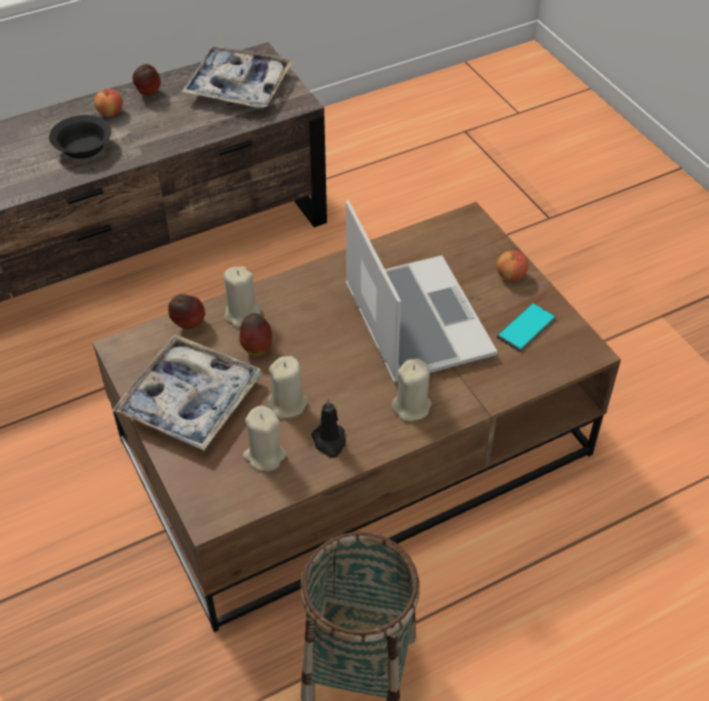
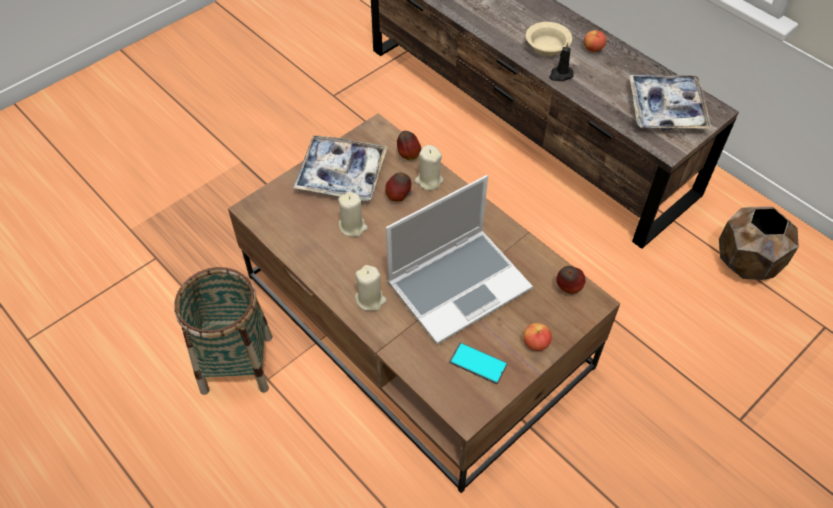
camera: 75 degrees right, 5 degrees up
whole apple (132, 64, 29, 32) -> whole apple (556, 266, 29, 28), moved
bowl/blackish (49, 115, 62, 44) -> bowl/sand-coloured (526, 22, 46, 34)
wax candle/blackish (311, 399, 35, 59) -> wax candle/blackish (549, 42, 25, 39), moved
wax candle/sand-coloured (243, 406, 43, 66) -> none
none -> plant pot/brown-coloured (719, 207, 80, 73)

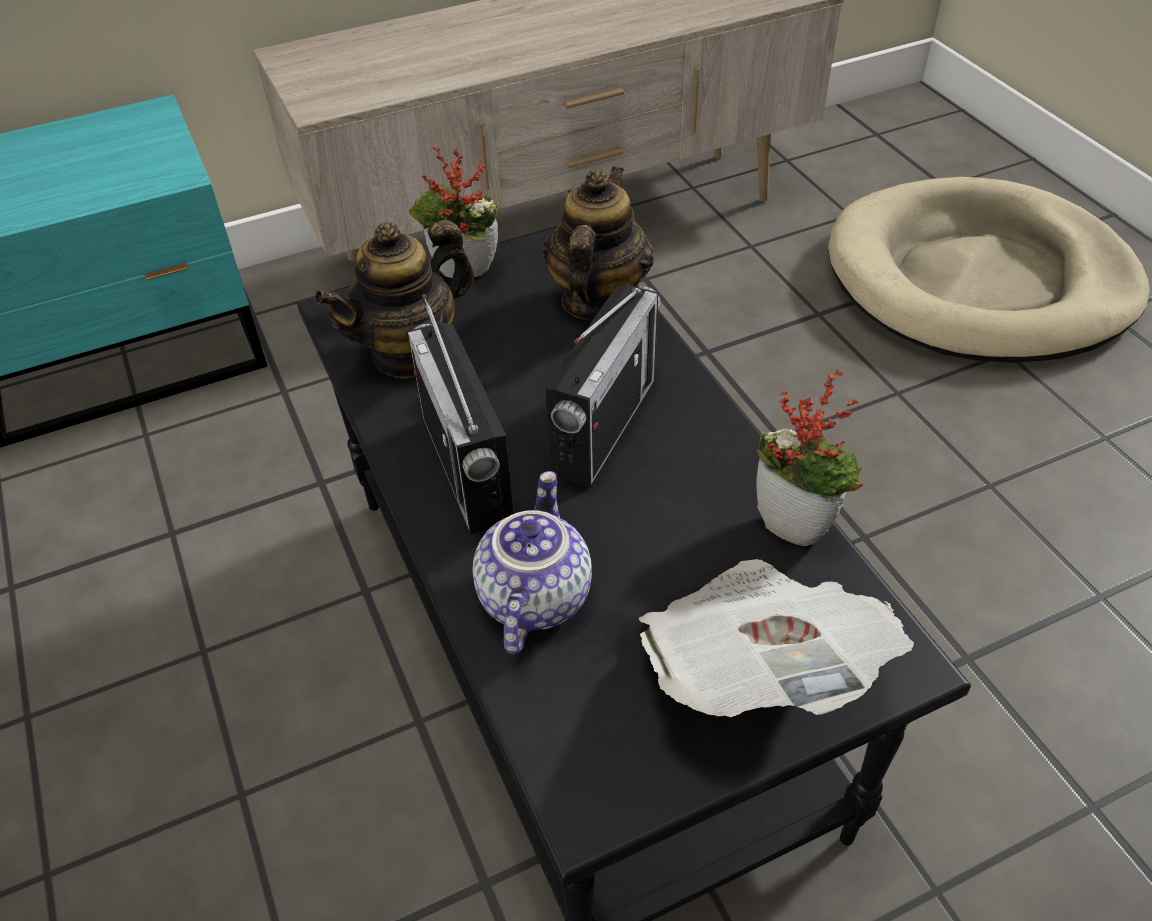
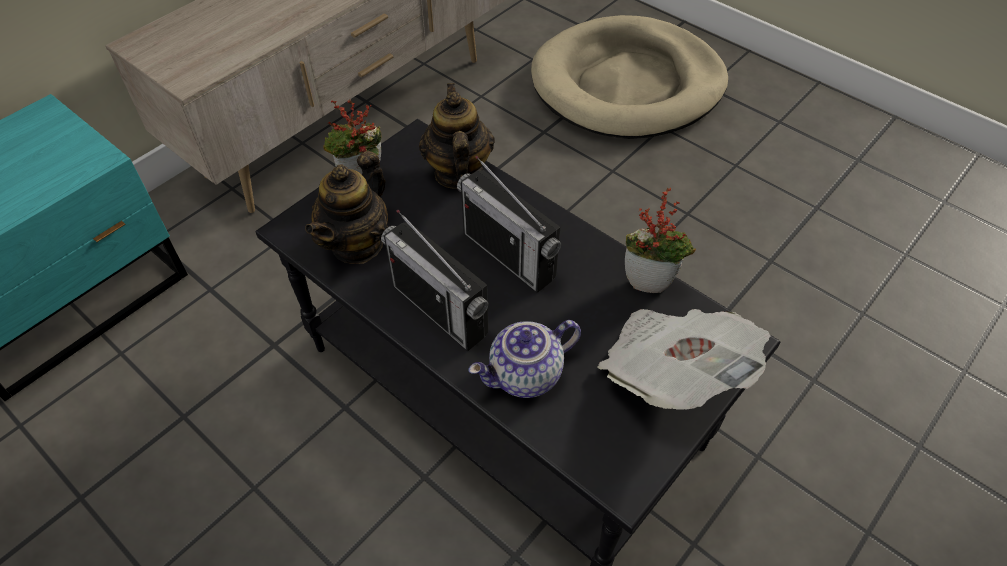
camera: 25 degrees left, 5 degrees up
radio set (545, 285, 116, 203) -> radio set (457, 155, 104, 138), 135 degrees clockwise
pot for tea (473, 471, 119, 183) -> pot for tea (468, 320, 113, 78), 105 degrees counterclockwise

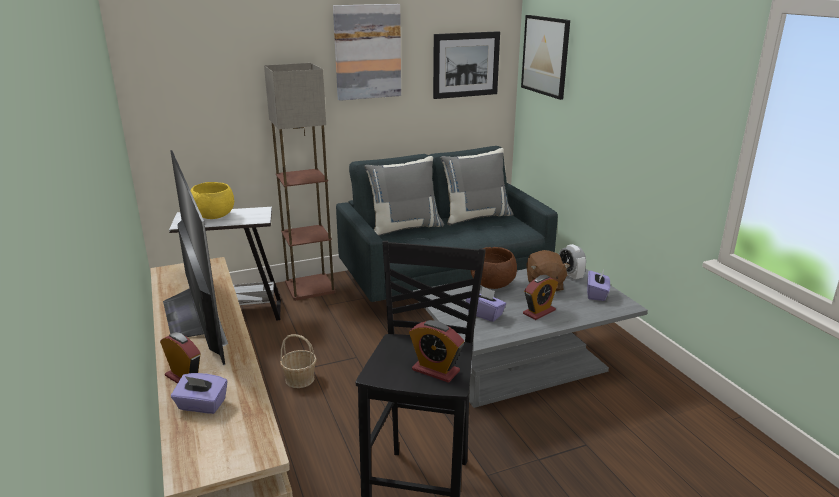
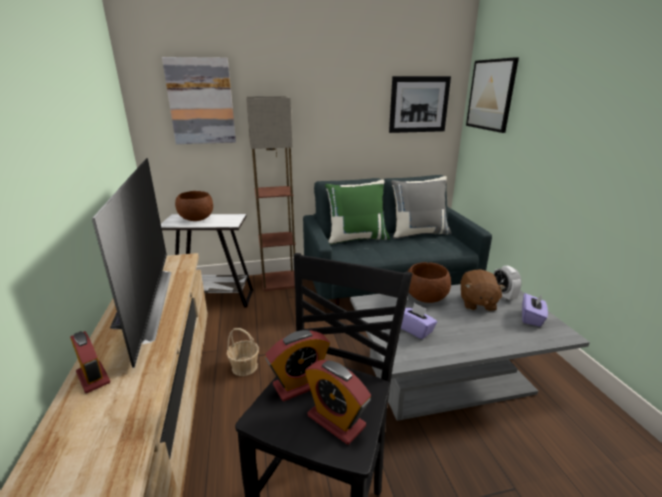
camera: 10 degrees right, 0 degrees up
wall picture (333, 4, 68, 97) -> wall picture (162, 57, 74, 87), moved
pillow/greyish (364, 156, 80, 80) -> pillow/green (325, 180, 65, 65)
bowl/yellowish (190, 182, 44, 37) -> bowl/brown-coloured (175, 191, 38, 30)
alarm clock (523, 275, 35, 45) -> alarm clock (265, 330, 65, 72), moved
box of tissues/purple-coloured (171, 373, 56, 41) -> none

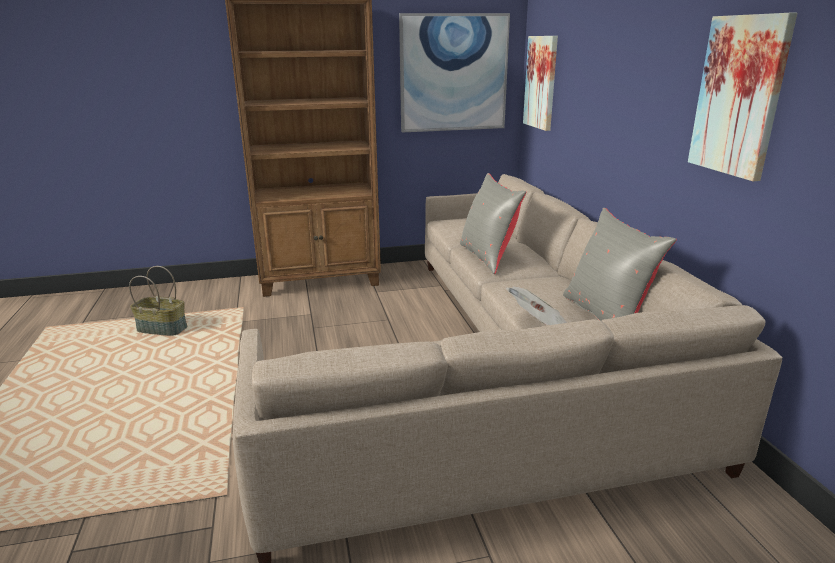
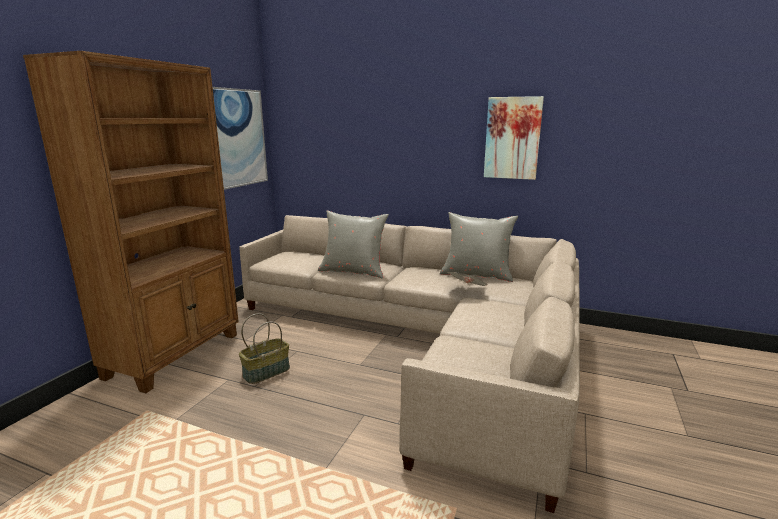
camera: 55 degrees left, 5 degrees down
wall picture (523, 36, 35, 95) -> none
household basket (129, 266, 59, 70) -> household basket (239, 313, 51, 71), moved

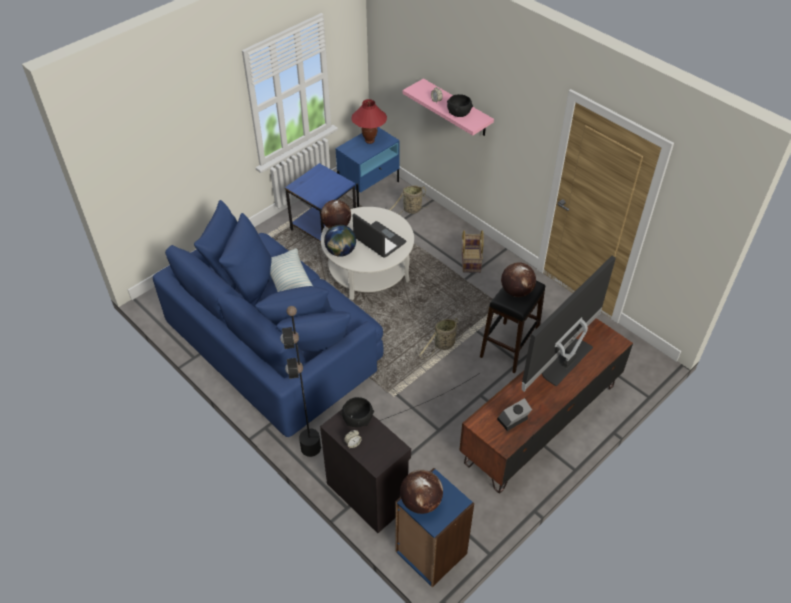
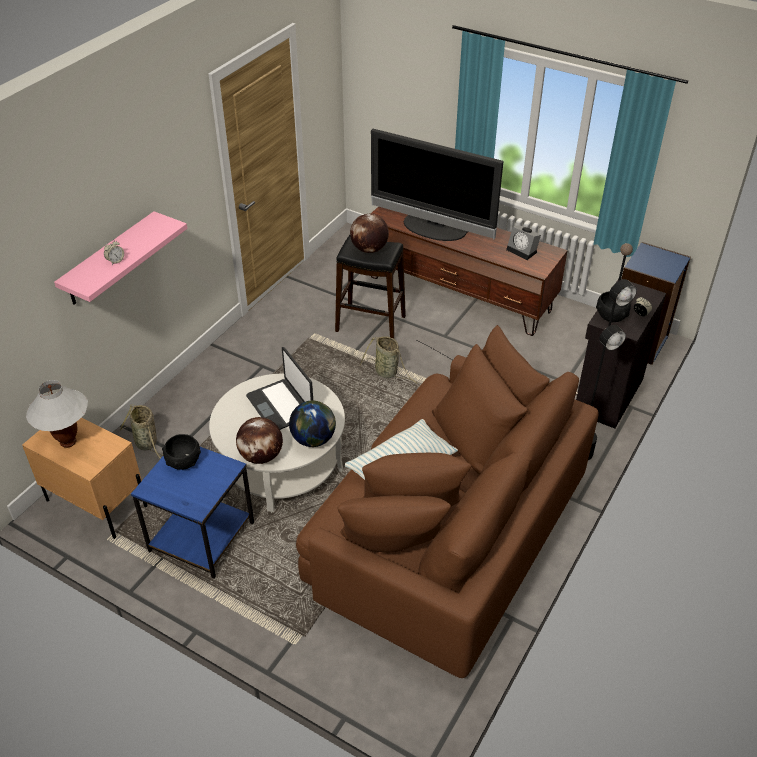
camera: 105 degrees left, 5 degrees down
bowl/blackish (447, 94, 26, 23) -> bowl/blackish (162, 434, 39, 36), moved
table lamp/reddish (351, 99, 36, 45) -> table lamp/white-coloured (26, 380, 62, 68)
night table/blue-coloured (336, 127, 64, 80) -> night table/sand-coloured (22, 417, 126, 122)
settee/blue-coloured (153, 200, 230, 237) -> settee/brown-coloured (296, 325, 303, 353)
notebook computer (353, 213, 53, 45) -> notebook computer (246, 347, 67, 83), 60 degrees counterclockwise
household basket (462, 230, 22, 43) -> none
world globe (400, 470, 43, 44) -> none

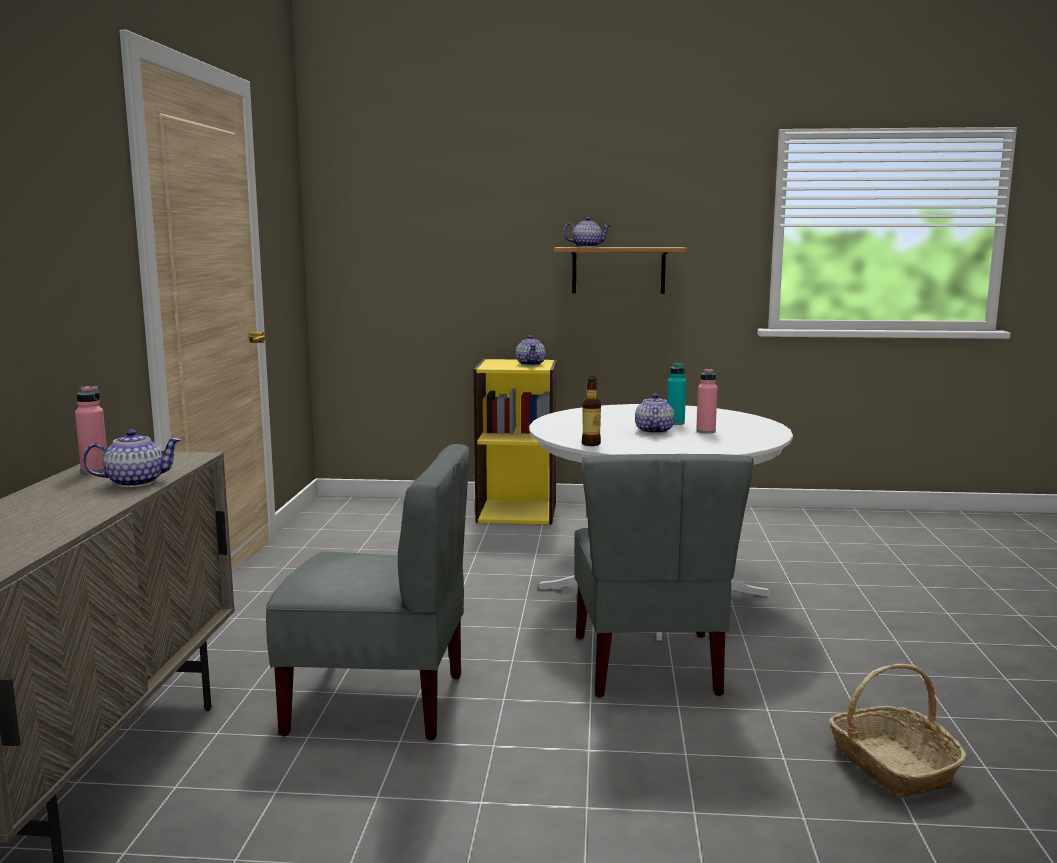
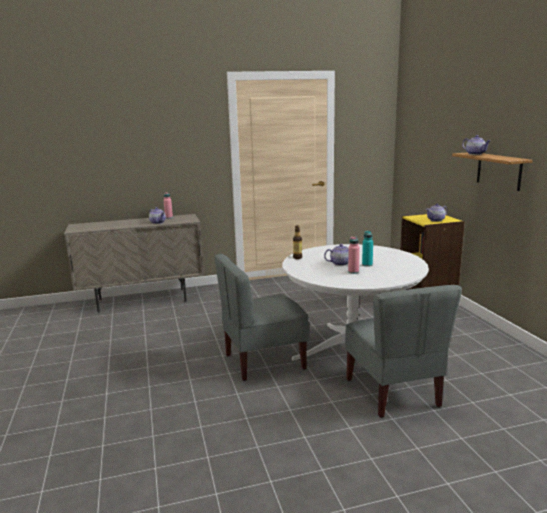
camera: 70 degrees right, 5 degrees up
plain chair/greyish (266, 444, 204, 296) -> plain chair/greyish (345, 285, 117, 133), moved
household basket (829, 664, 138, 134) -> none

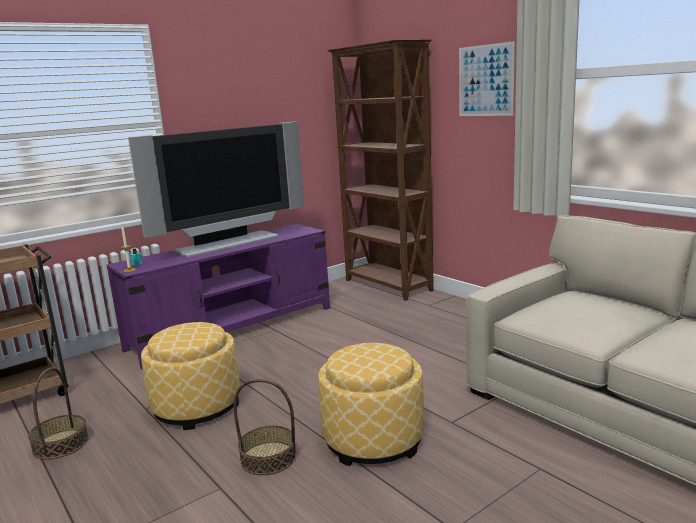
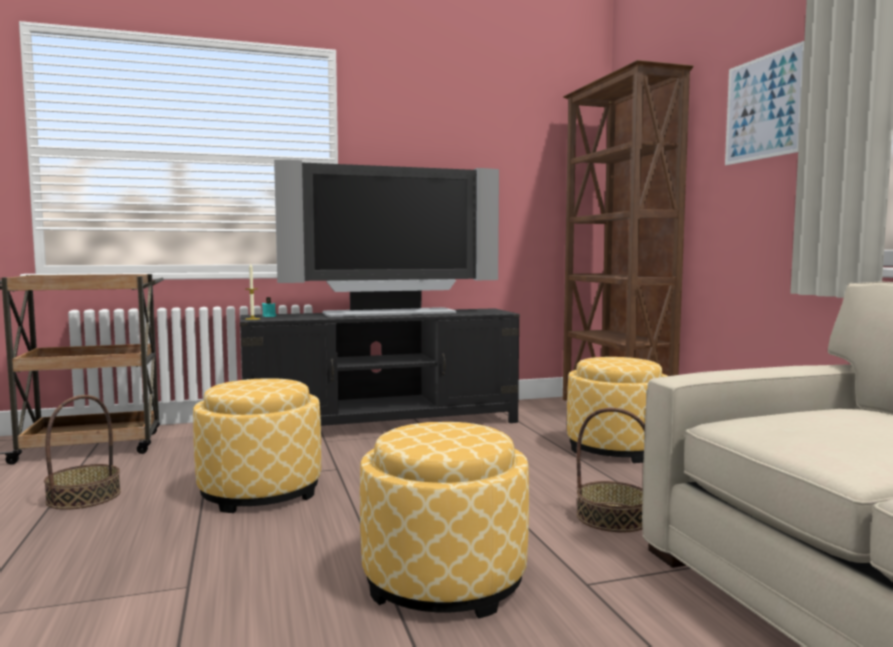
camera: 20 degrees right, 10 degrees down
tv unit/purple-coloured (107, 224, 223, 146) -> tv unit/blackish (240, 308, 280, 118)
household basket (234, 379, 62, 96) -> household basket (577, 408, 68, 124), moved
none -> footrest (567, 357, 100, 106)

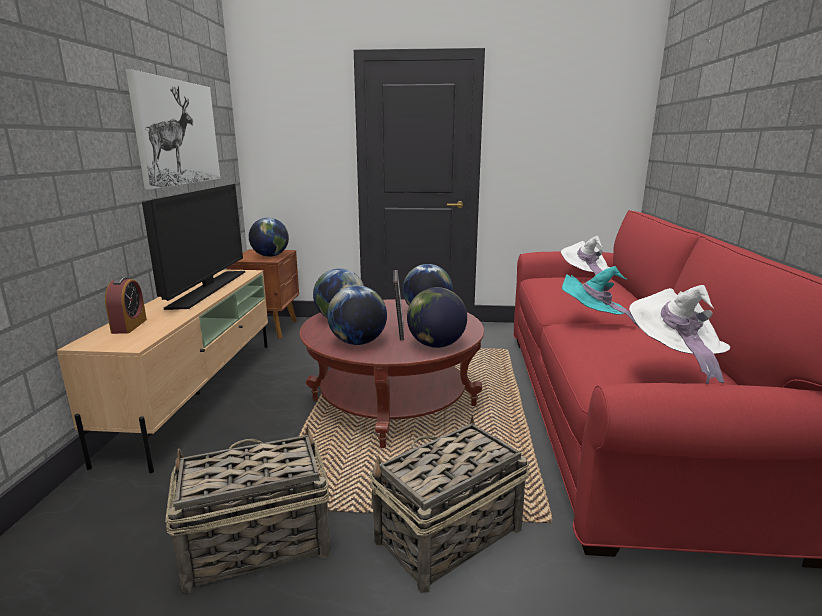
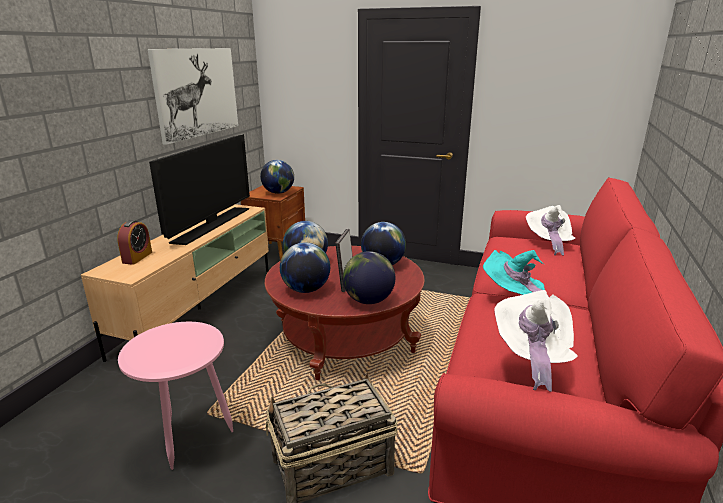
camera: 15 degrees right, 5 degrees up
household basket (165, 427, 165, 166) -> side table/pinkish (118, 322, 115, 148)

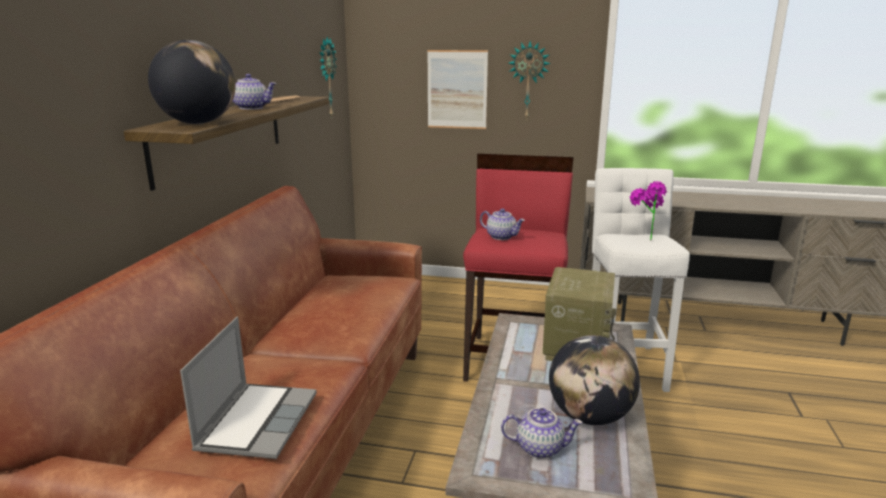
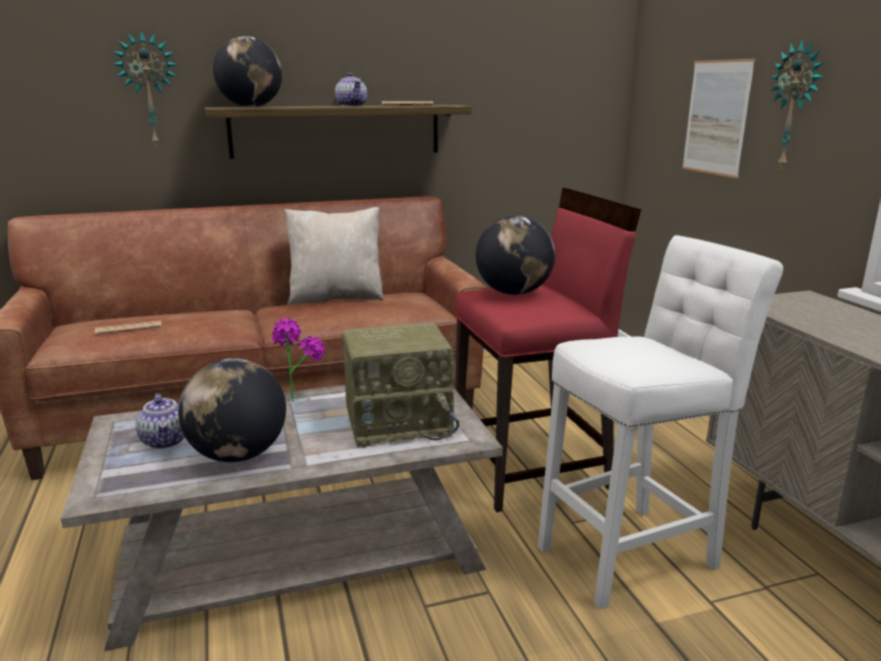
camera: 60 degrees right, 0 degrees up
clock on the wall (320, 37, 17, 80) -> clock on the wall (113, 30, 65, 117), moved
potted plant (630, 181, 37, 59) -> potted plant (272, 318, 53, 84), moved
pot for tea (480, 208, 45, 32) -> world globe (476, 215, 79, 80)
notebook computer (180, 317, 137, 142) -> newspaper (95, 321, 67, 14)
none -> pillow/sand-coloured (284, 207, 100, 98)

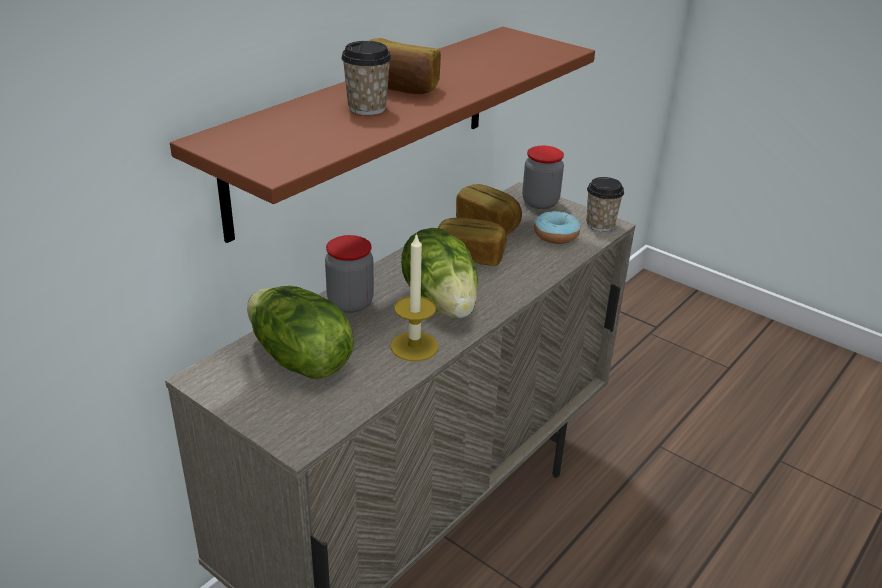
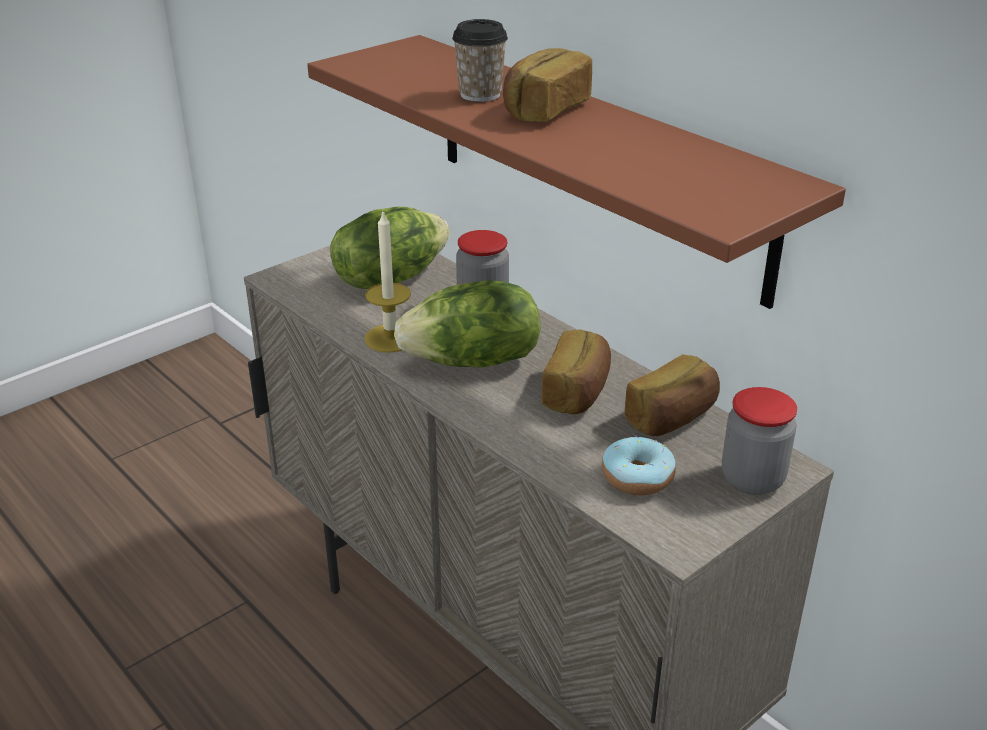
camera: 100 degrees right, 0 degrees up
drinking cup (587, 177, 37, 55) -> none

